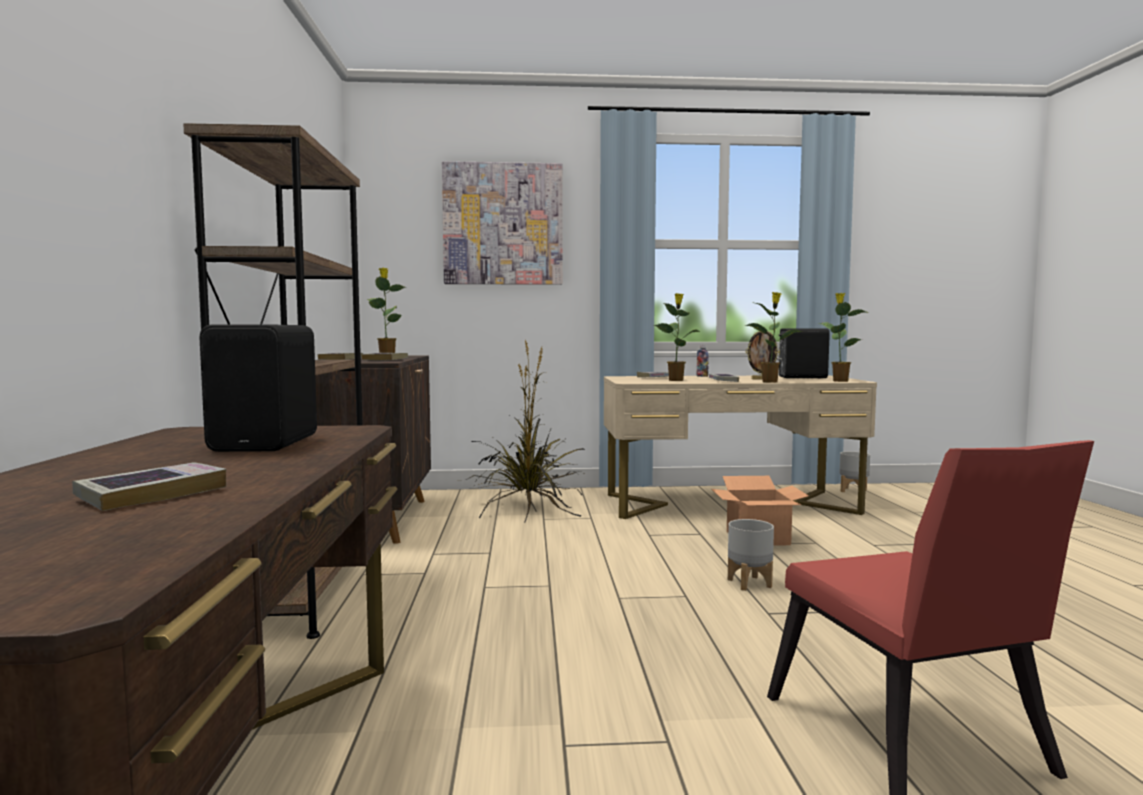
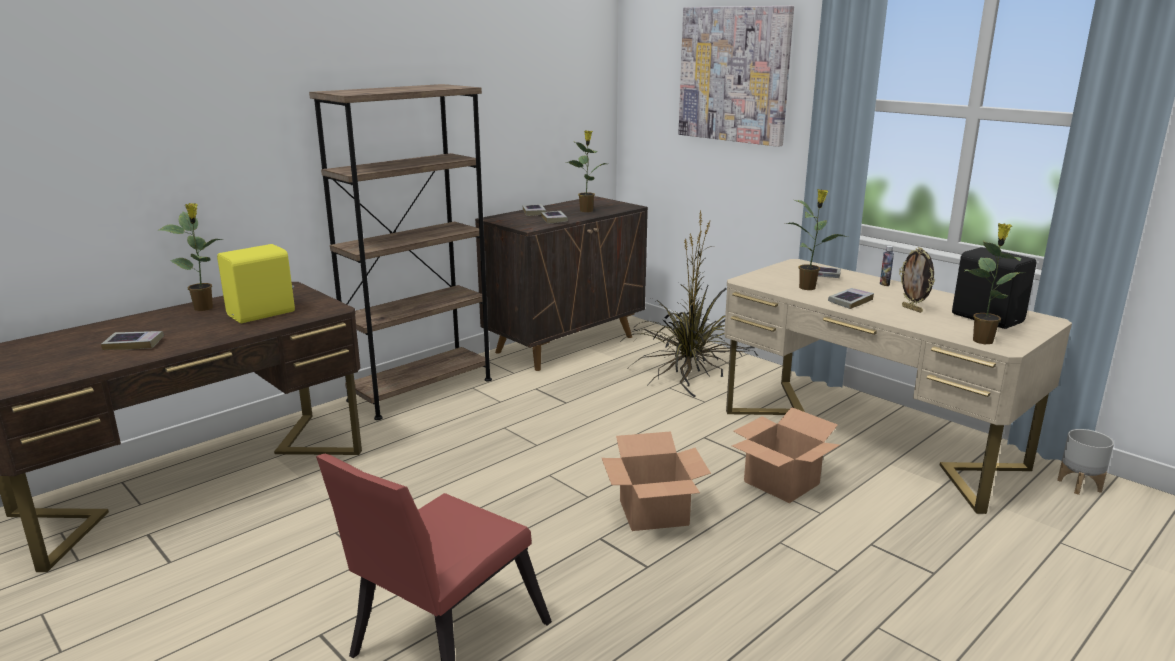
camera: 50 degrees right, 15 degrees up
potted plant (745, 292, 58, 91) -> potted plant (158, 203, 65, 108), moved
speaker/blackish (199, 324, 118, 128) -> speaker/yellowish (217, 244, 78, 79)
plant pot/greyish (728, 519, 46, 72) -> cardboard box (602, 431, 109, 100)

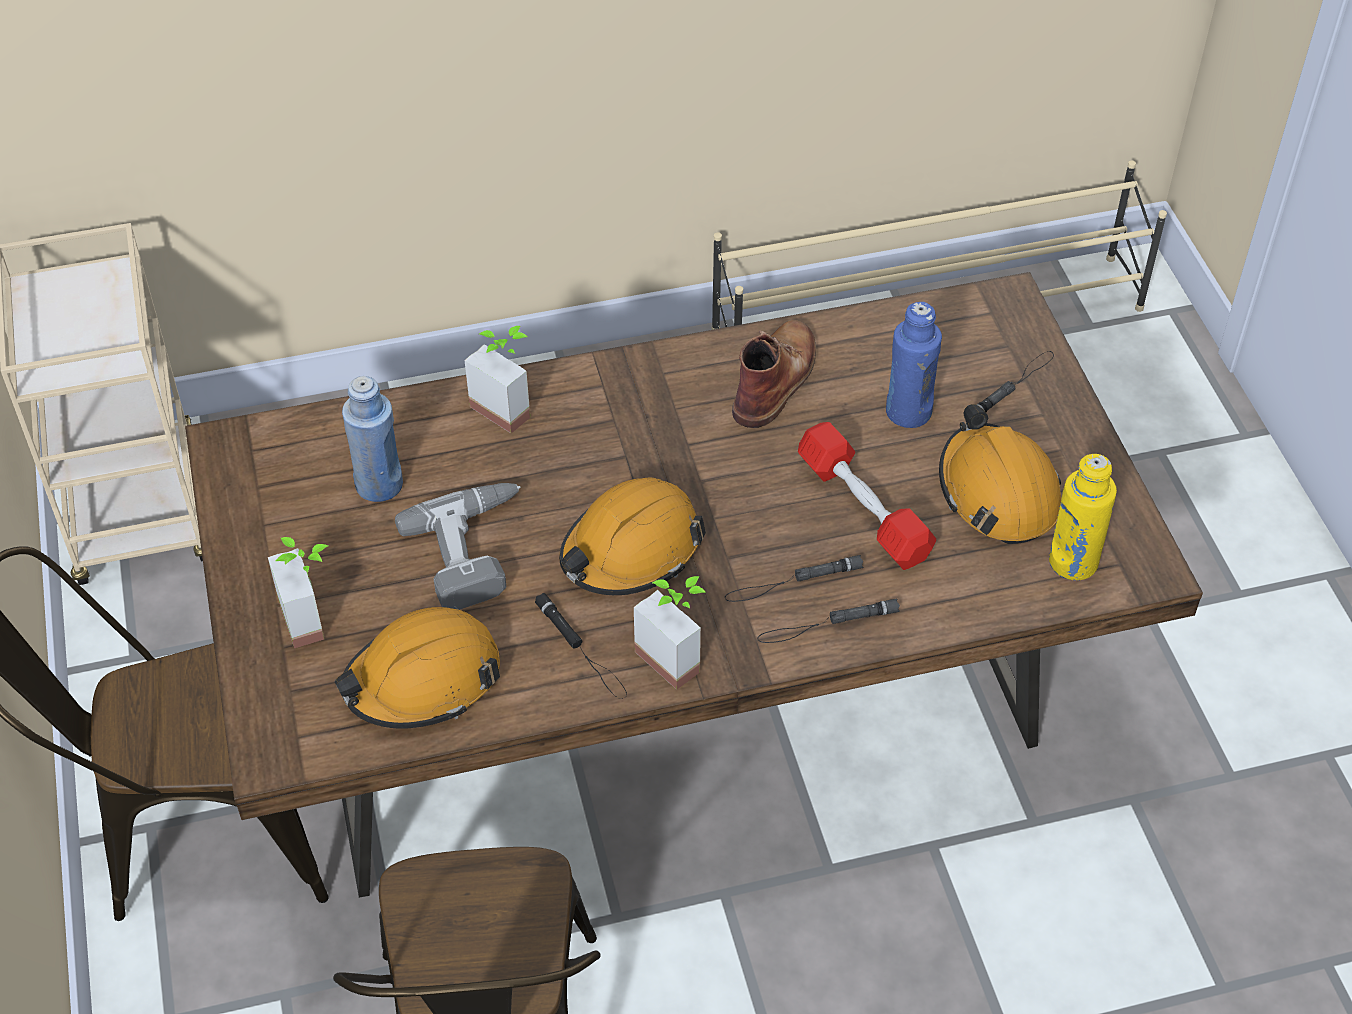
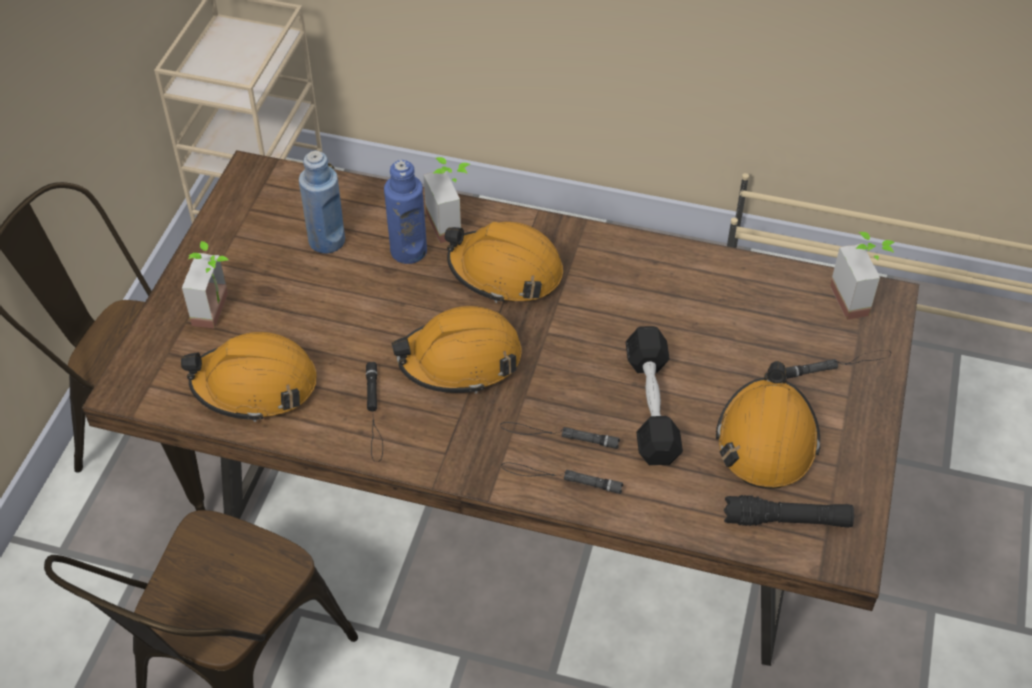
camera: 30 degrees right, 0 degrees up
bottle/blue-coloured (886, 302, 56, 126) -> bottle/blue-coloured (384, 160, 43, 104), moved
boot/brown-coloured (732, 320, 84, 108) -> none
free weight/reddish (798, 422, 138, 148) -> free weight/blackish (626, 326, 57, 139)
bottle/yellowish (1049, 454, 68, 126) -> flashlight/blackish (724, 495, 130, 33)
electric drill (395, 483, 125, 127) -> none
potted plant (634, 576, 72, 113) -> potted plant (830, 232, 65, 88), moved
none -> safety helmet/orange (444, 222, 119, 81)

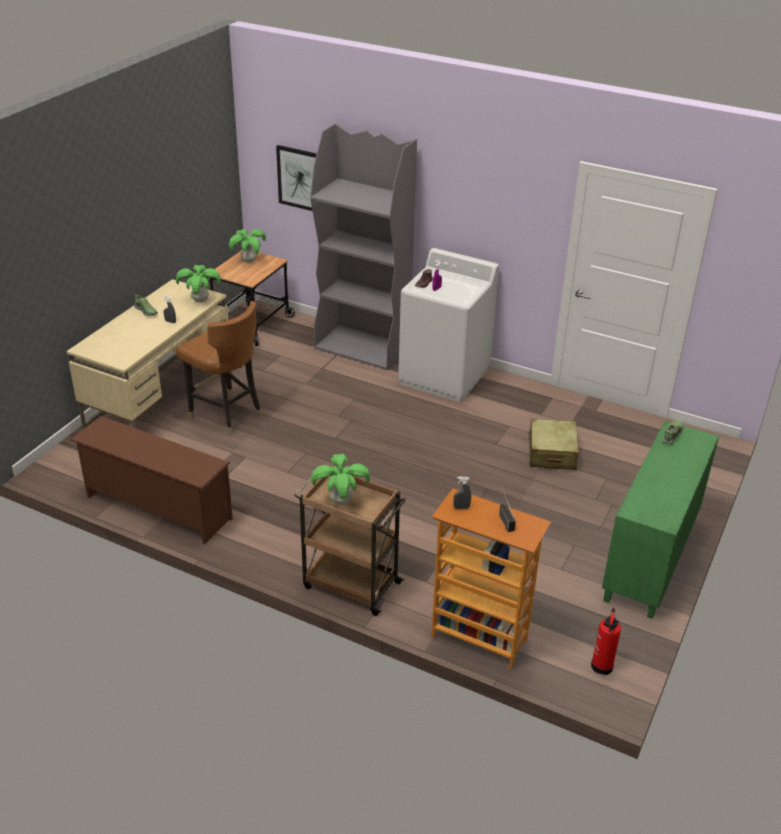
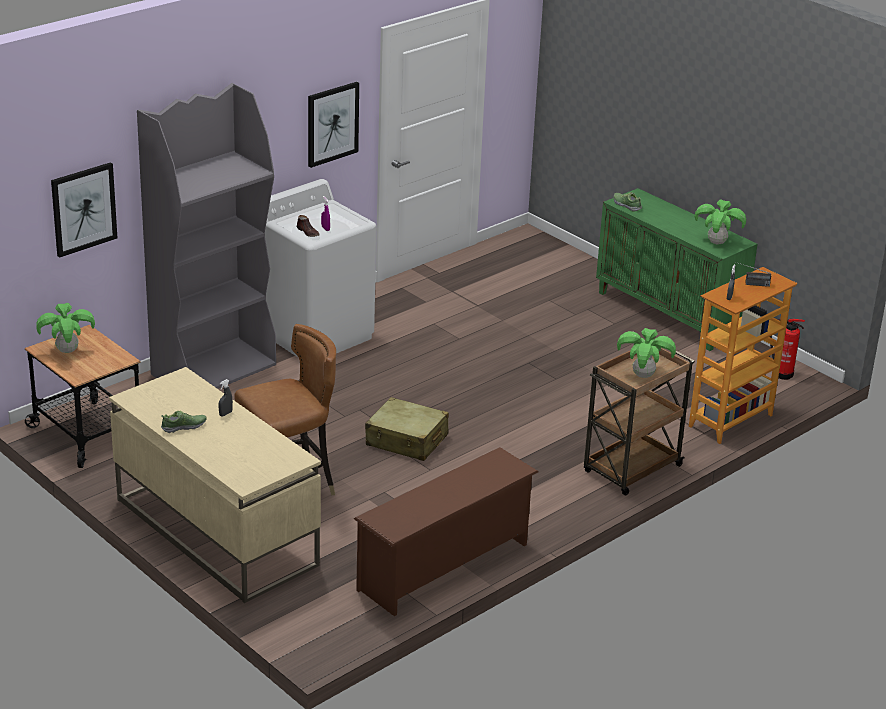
camera: 70 degrees left, 5 degrees down
potted plant (176, 265, 45, 38) -> potted plant (694, 199, 52, 45), moved
piece of luggage/sand-coloured (528, 419, 51, 51) -> piece of luggage/sand-coloured (365, 397, 84, 64), moved
none -> wall picture (308, 82, 51, 86)

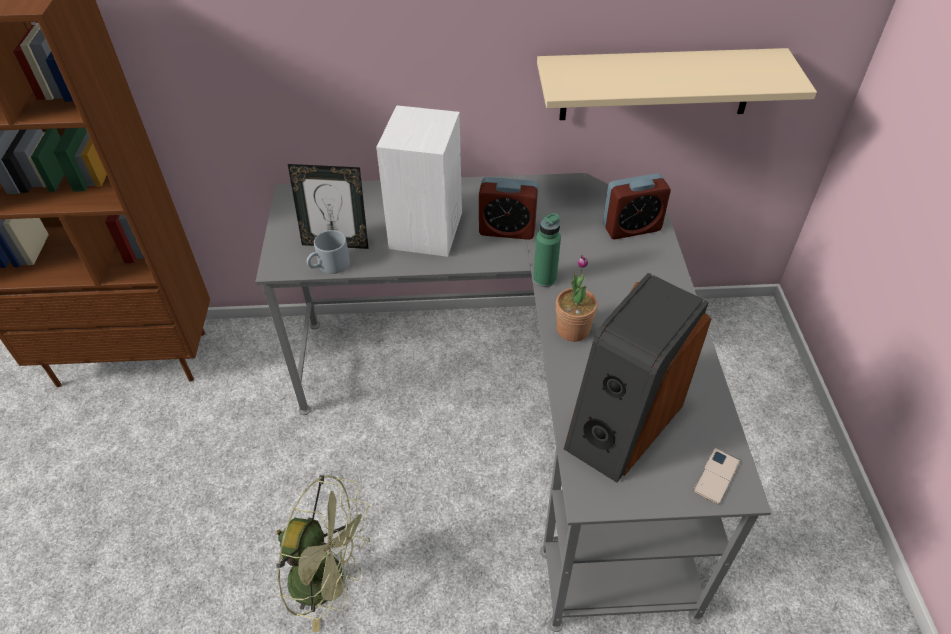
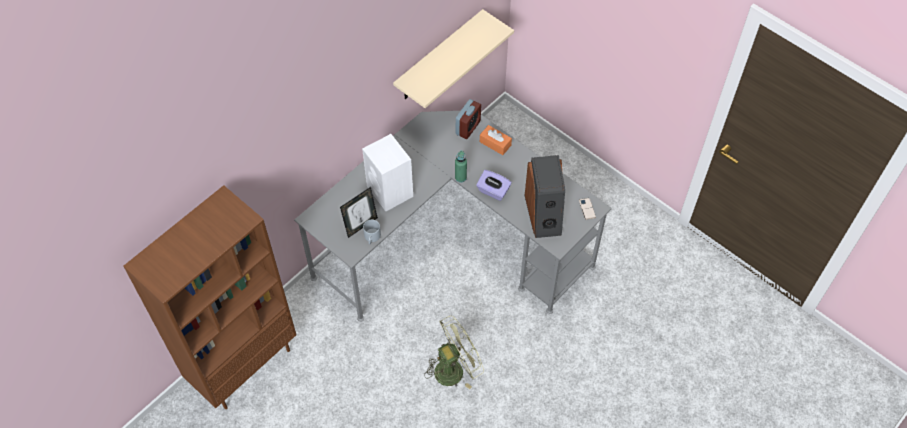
camera: 45 degrees left, 10 degrees up
alarm clock (479, 177, 59, 63) -> none
potted plant (556, 255, 41, 87) -> box of tissues/purple-coloured (476, 170, 36, 31)
none -> box of tissues/orange (480, 125, 32, 30)

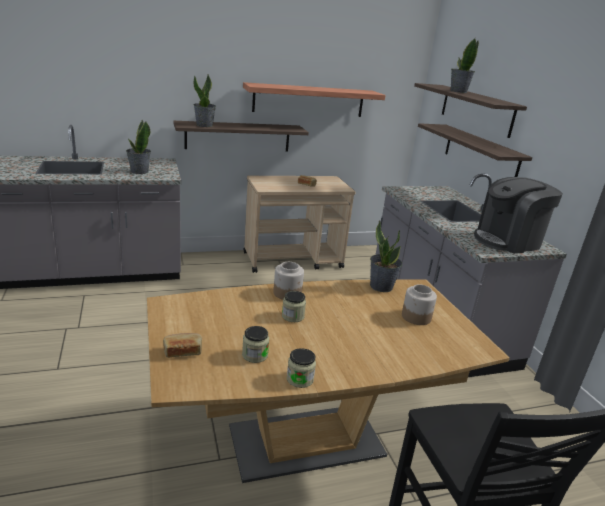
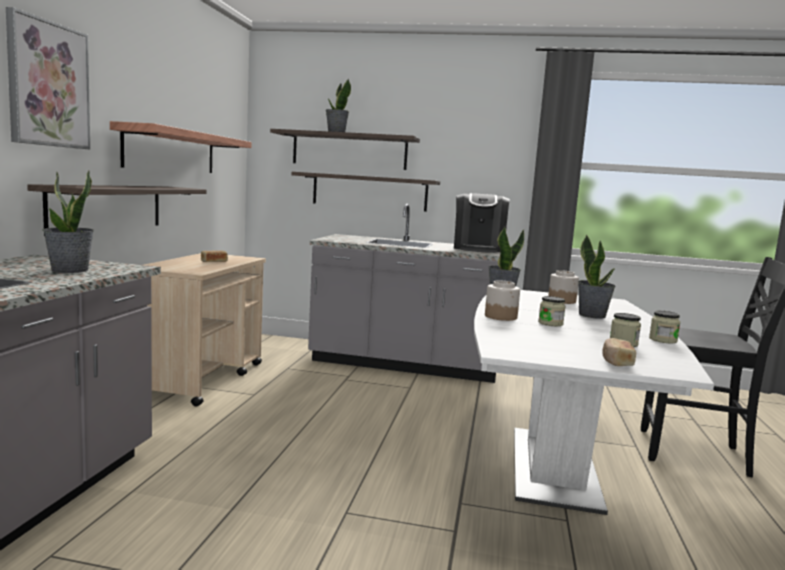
camera: 60 degrees left, 15 degrees down
potted plant (194, 74, 22, 53) -> potted plant (578, 235, 38, 84), moved
dining table/brown-coloured (147, 280, 363, 203) -> dining table/white-coloured (474, 290, 240, 225)
none -> wall picture (6, 7, 84, 142)

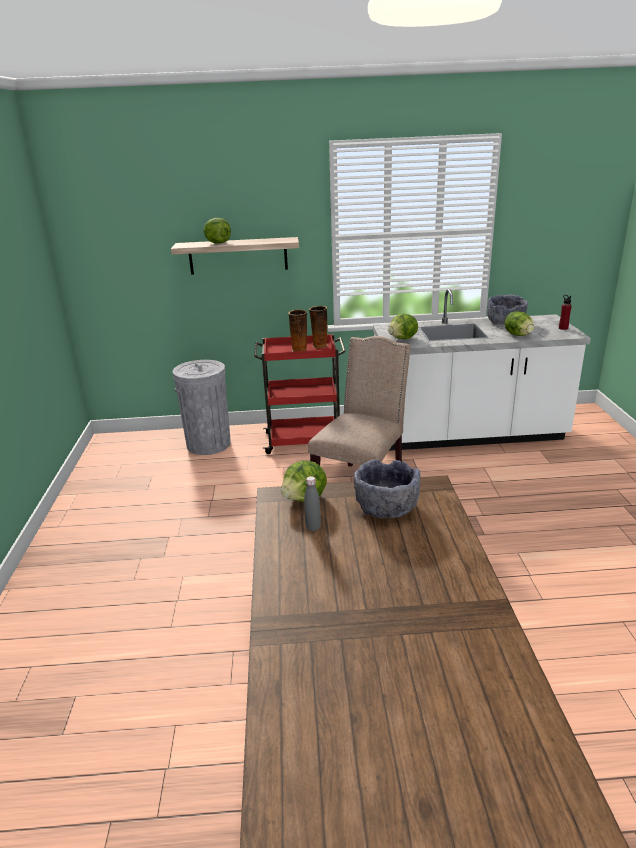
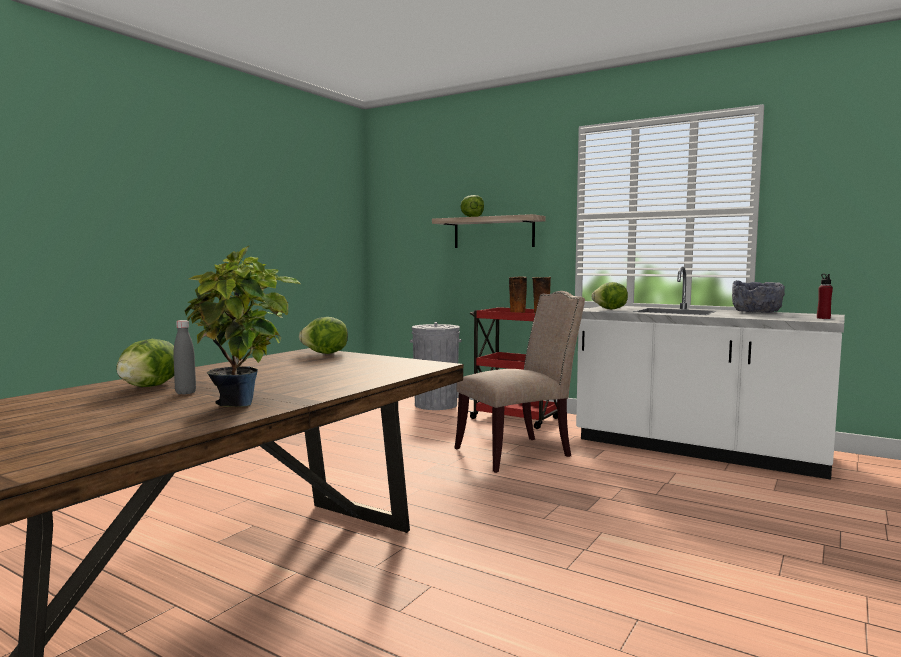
camera: 35 degrees right, 20 degrees down
lettuce (505, 311, 29, 25) -> lettuce (116, 339, 58, 48), moved
bowl/greyish (354, 459, 66, 60) -> none
bottle/greyish (304, 476, 17, 55) -> bottle/greyish (173, 320, 23, 75), moved
none -> potted plant (184, 246, 117, 161)

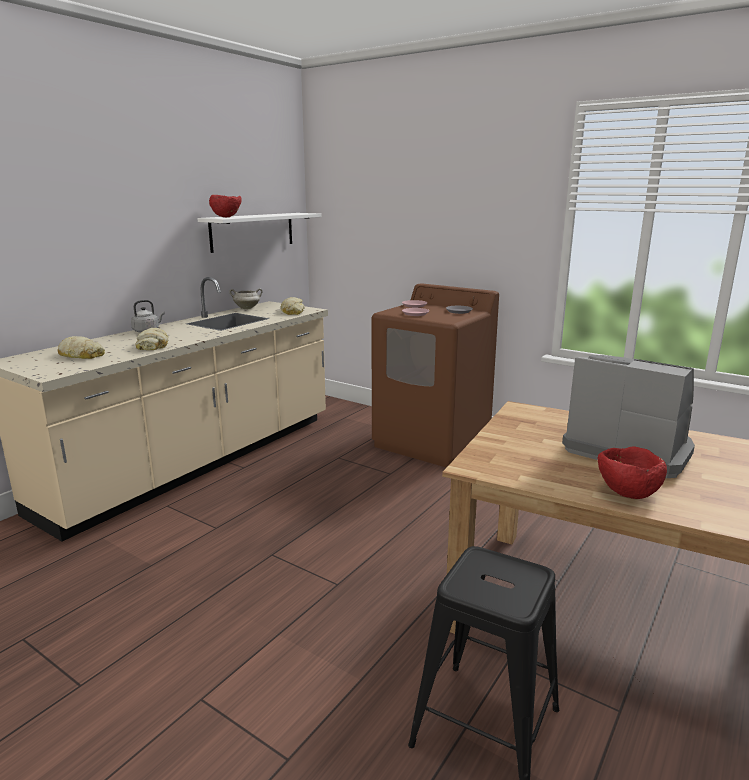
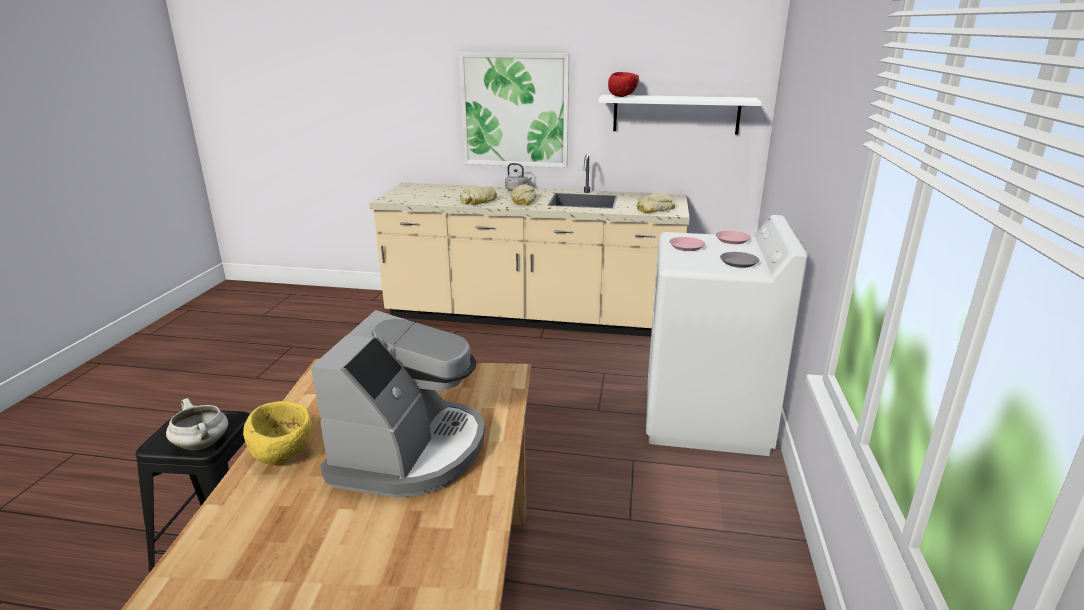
camera: 65 degrees right, 5 degrees up
laundry machine/brown-coloured (372, 283, 127, 185) -> laundry machine/white-coloured (646, 215, 162, 241)
saucepot/white-coloured (229, 288, 33, 21) -> saucepot/white-coloured (166, 398, 62, 52), moved
bakery bread (58, 336, 47, 23) -> bakery bread (511, 184, 25, 21), moved
bowl/reddish (598, 446, 69, 53) -> bowl/yellowish (243, 401, 69, 64)
none -> wall picture (459, 53, 110, 115)

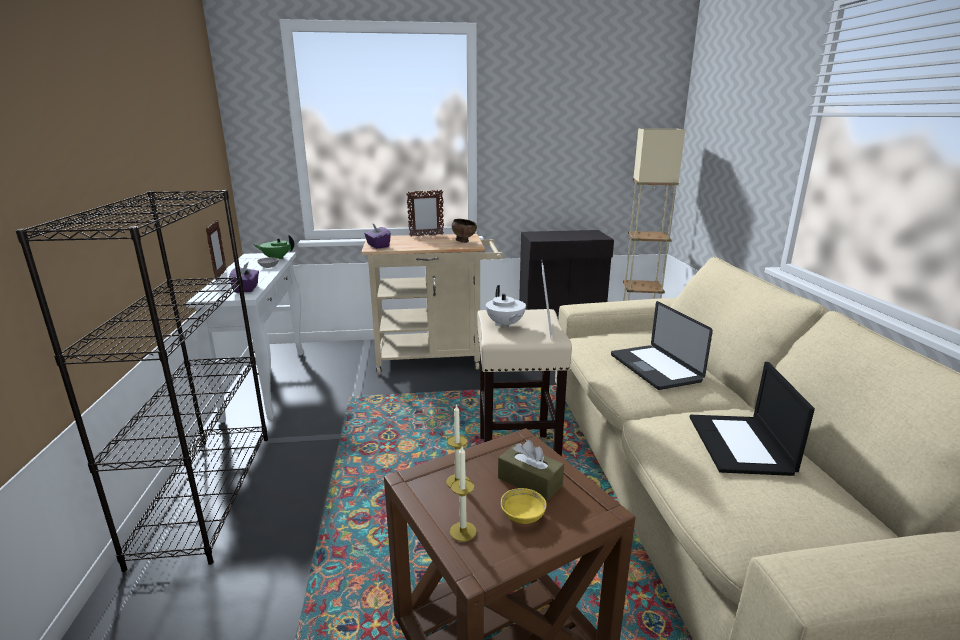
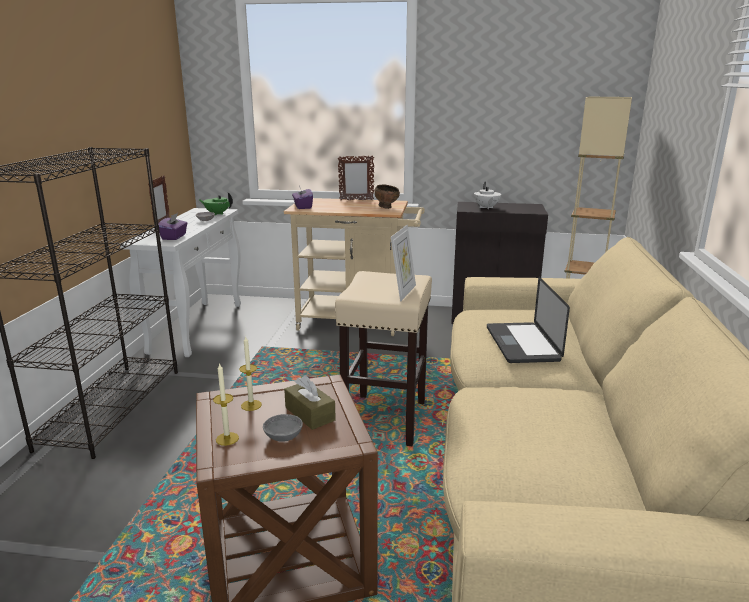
camera: 15 degrees right, 0 degrees up
pot for tea/white-coloured (486, 285, 40, 43) -> pot for tea/white-coloured (474, 182, 27, 27), moved
notebook computer (690, 362, 125, 114) -> none
bowl/yellowish (501, 488, 46, 36) -> bowl/greyish (263, 414, 40, 28)

